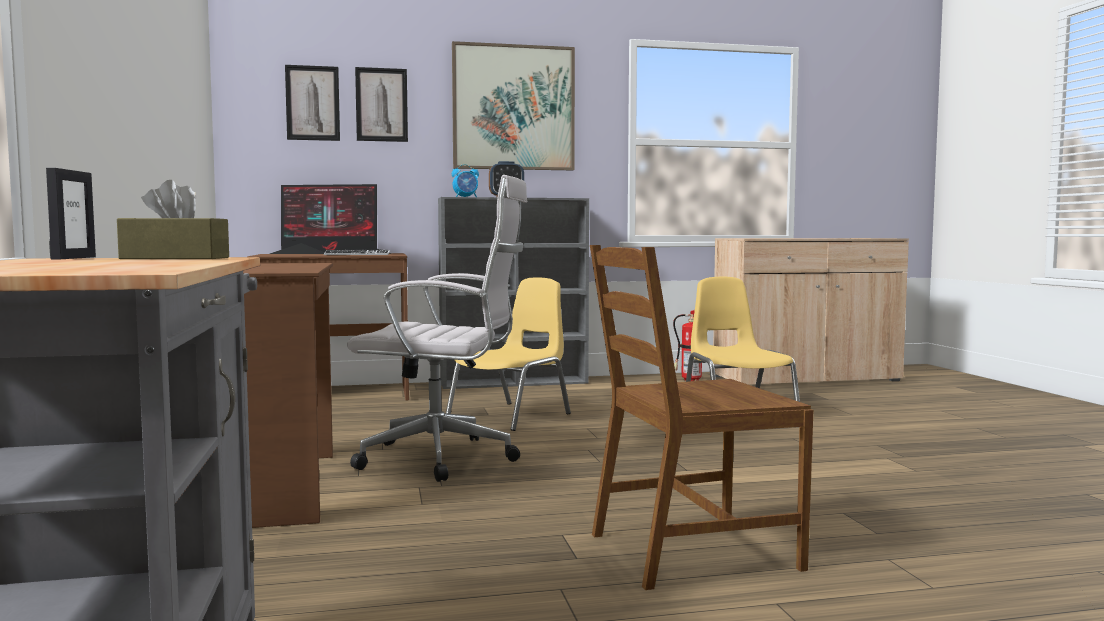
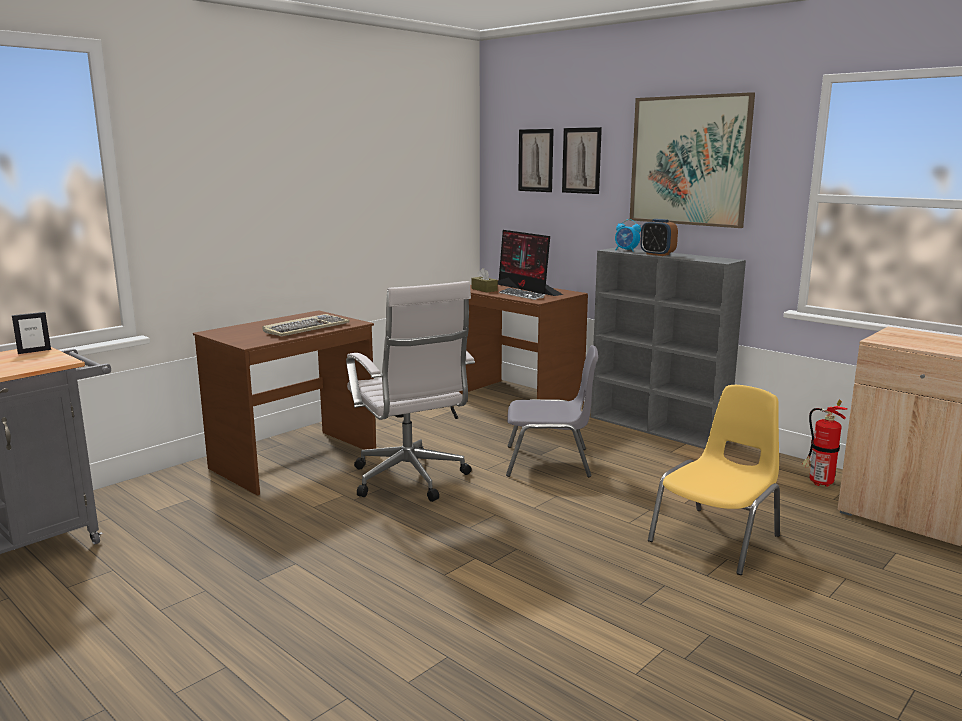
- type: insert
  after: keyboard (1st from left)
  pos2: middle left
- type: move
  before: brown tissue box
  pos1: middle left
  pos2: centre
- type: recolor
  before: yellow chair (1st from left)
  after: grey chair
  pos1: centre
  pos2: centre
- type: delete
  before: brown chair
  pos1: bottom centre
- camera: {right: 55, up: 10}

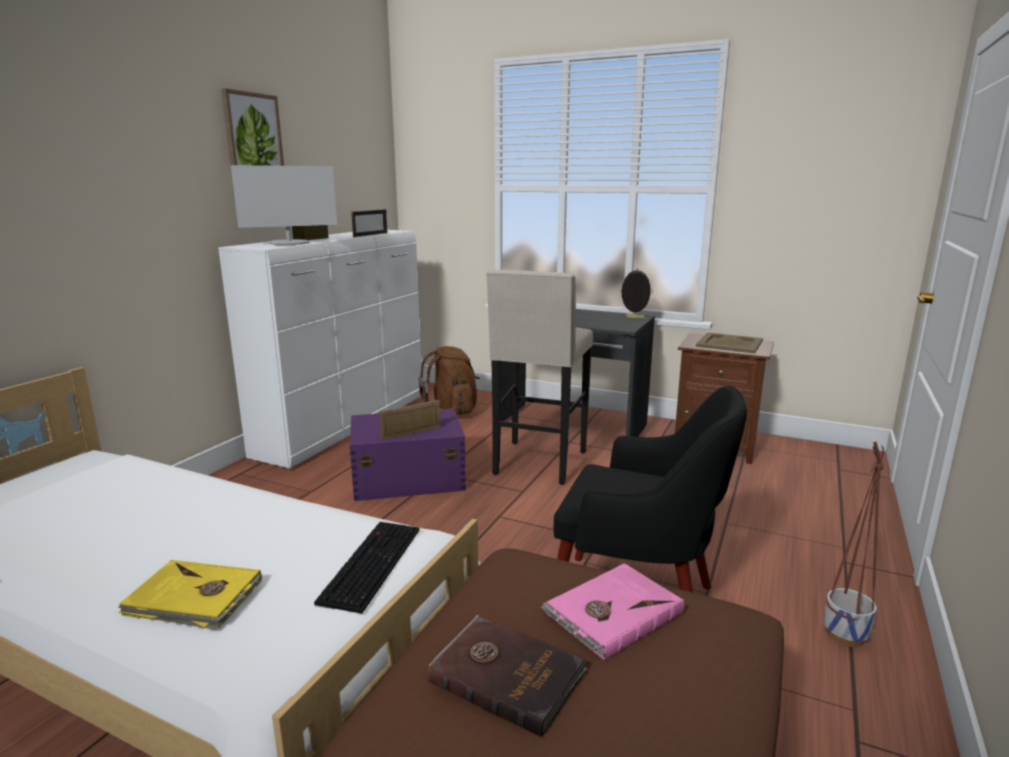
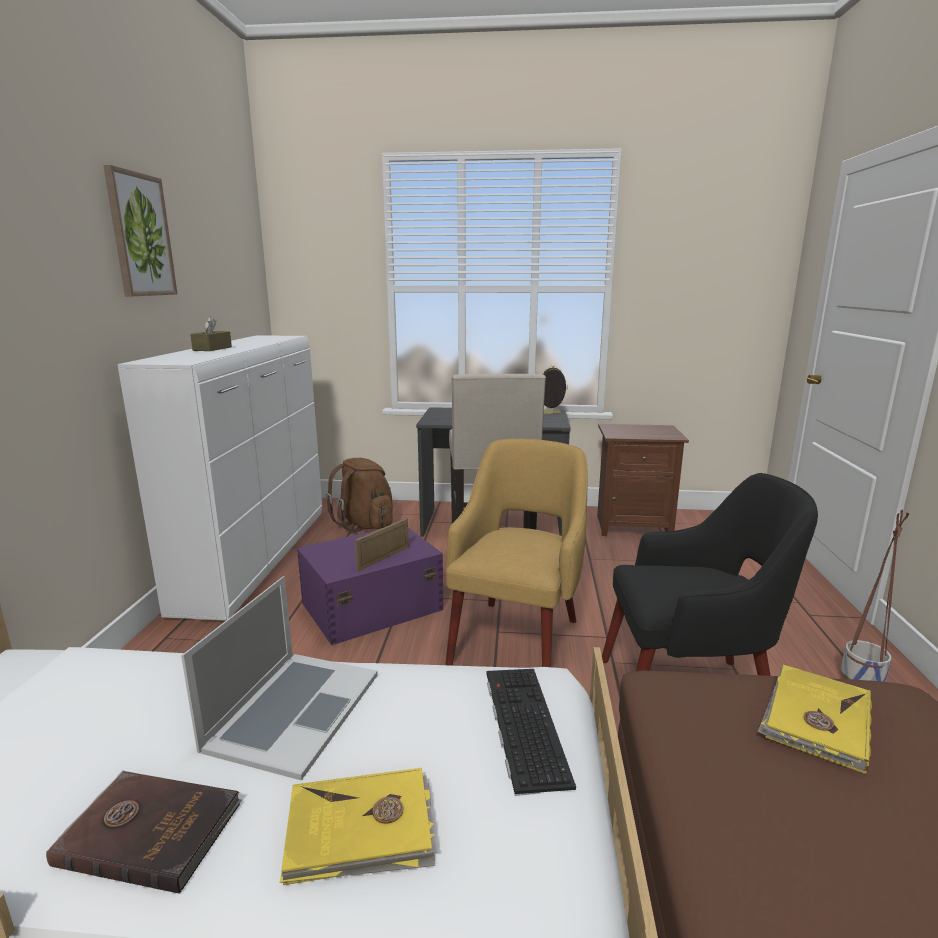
- type: move
  before: brown book
  pos1: bottom centre
  pos2: bottom left
- type: insert
  after: laptop
  pos2: bottom left
- type: insert
  after: yellow armchair
  pos2: centre
- type: recolor
  before: pink book
  after: yellow book (2nd from left)
  pos1: bottom centre
  pos2: bottom right
- type: delete
  before: monitor
  pos1: top left
- type: delete
  before: picture frame (1st from left)
  pos1: top centre
- type: delete
  before: beige tray
  pos1: middle right
- camera: {right: -20, up: 0}

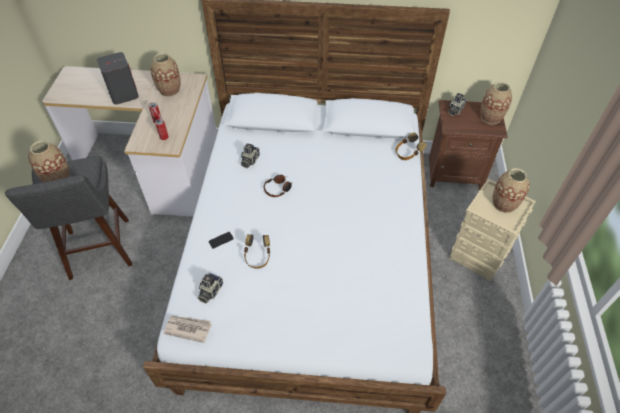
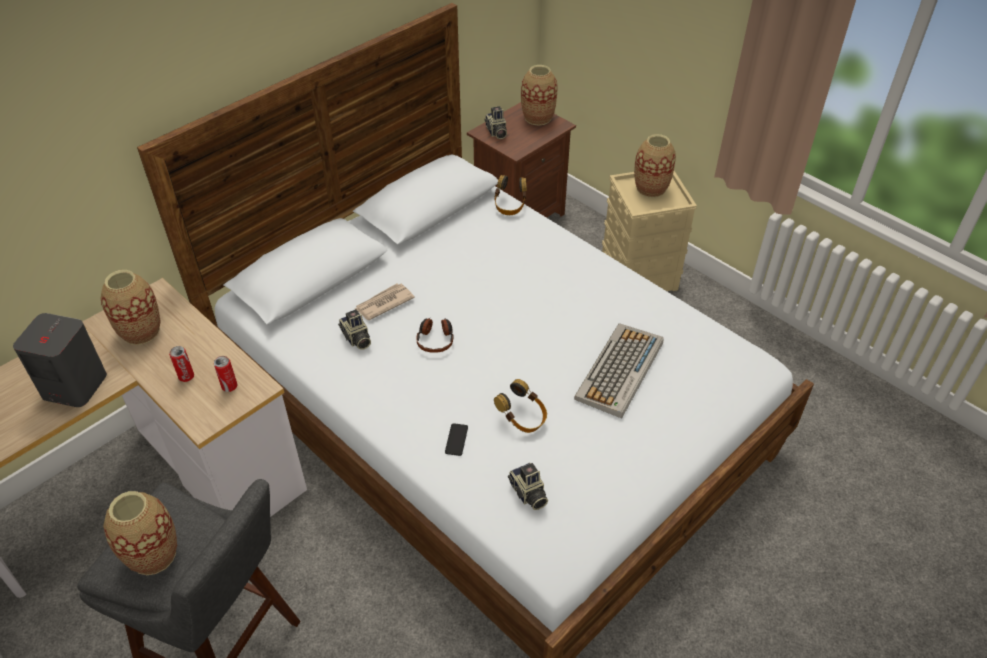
- type: move
  before: newspaper
  pos1: bottom left
  pos2: centre
- type: insert
  after: keyboard
  pos2: centre
- camera: {right: -50, up: -5}

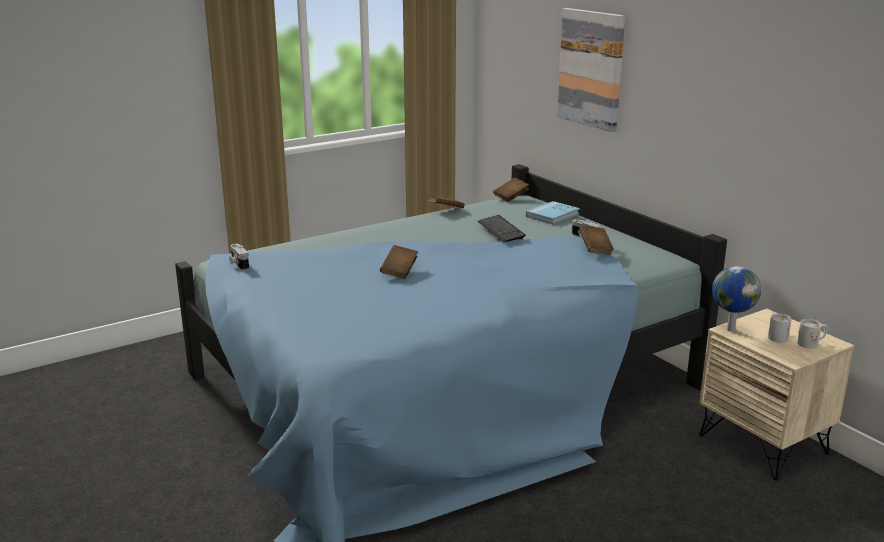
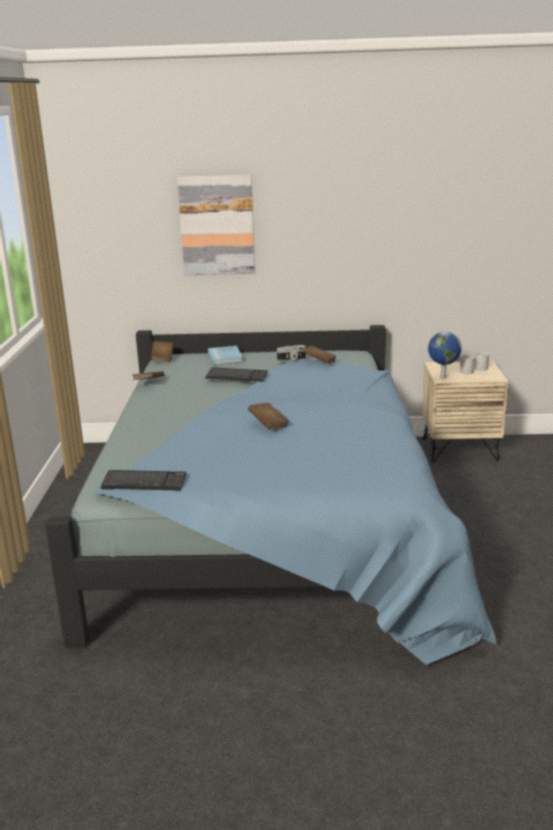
- type: replace
  before: photo camera (1st from left)
  after: keyboard (1st from left)
  pos1: middle left
  pos2: middle left
- camera: {right: -55, up: 0}

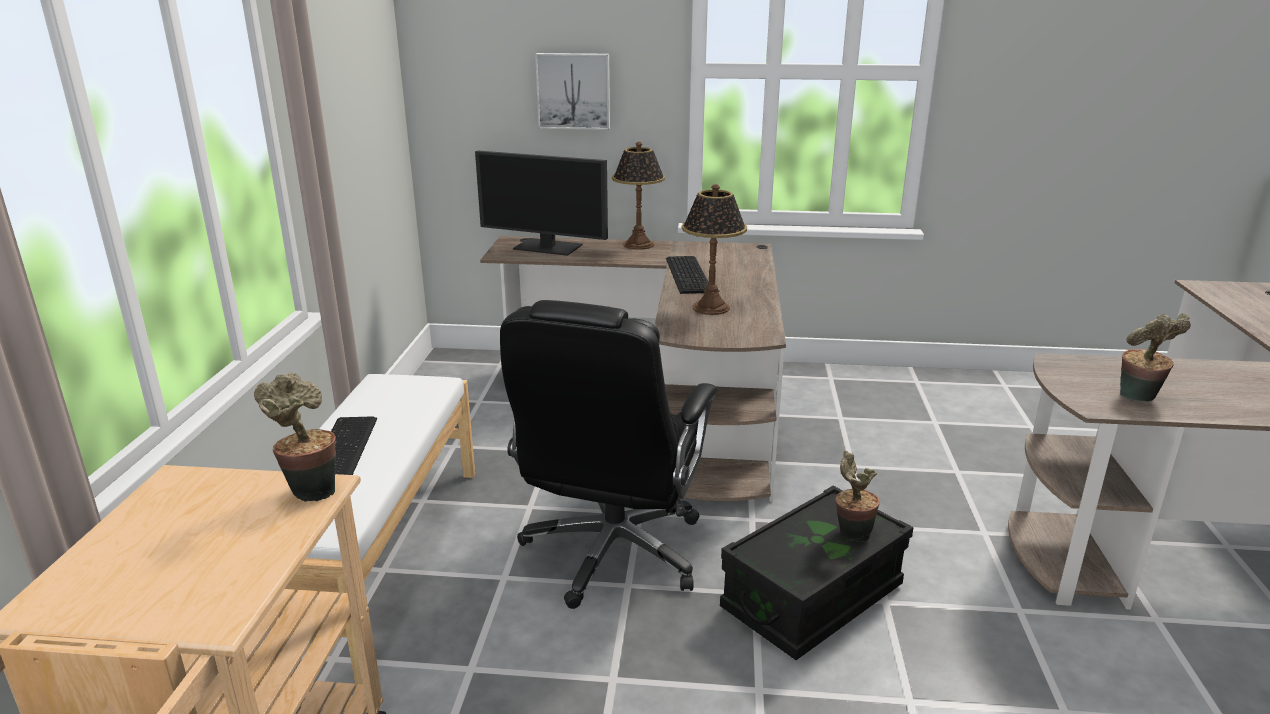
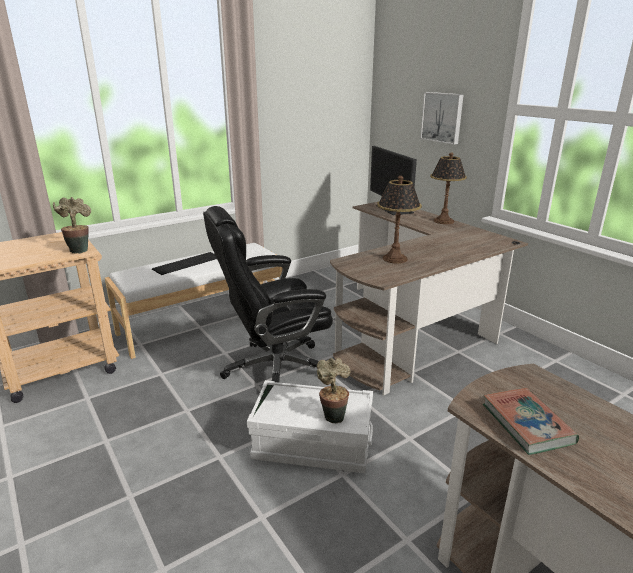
- type: recolor
  before: black storage box
  after: white storage box
  pos1: bottom centre
  pos2: bottom centre
- type: replace
  before: potted plant (3rd from left)
  after: book
  pos1: middle right
  pos2: bottom right
- type: delete
  before: keyboard (2nd from left)
  pos1: centre
- camera: {right: 50, up: 0}

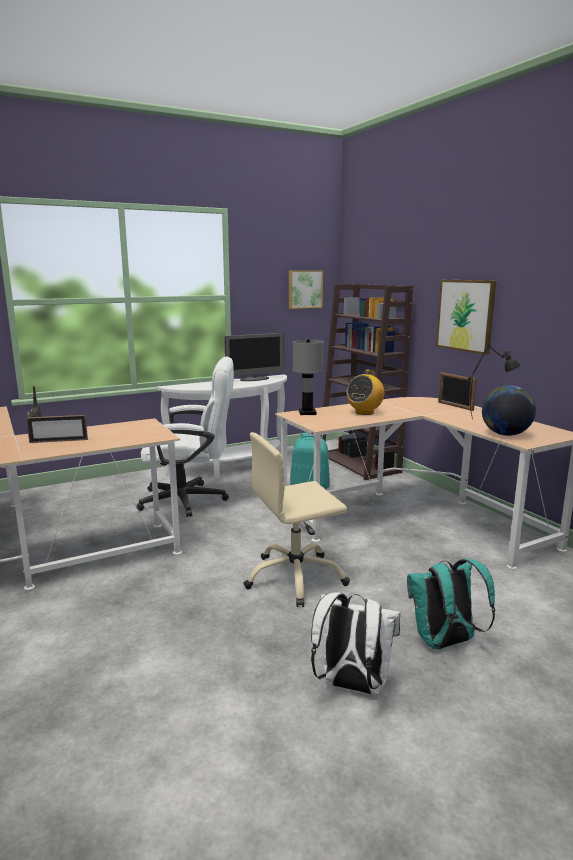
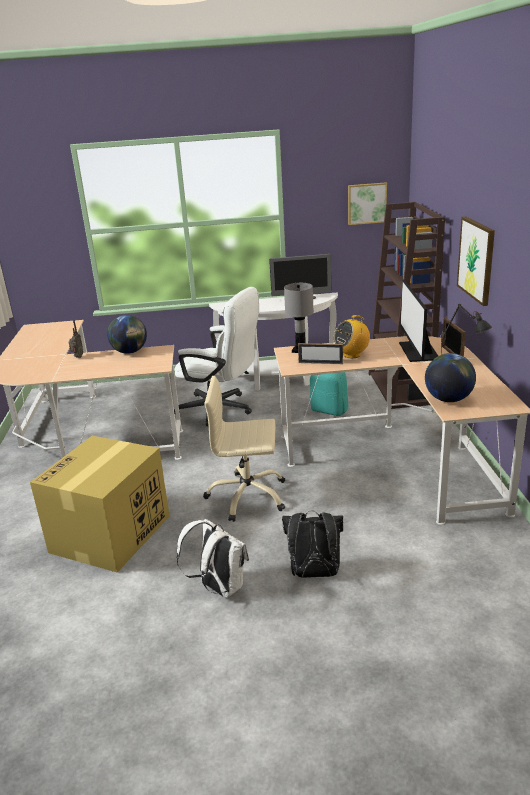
- type: insert
  after: cardboard box
  pos2: middle left
- type: insert
  after: globe (1st from left)
  pos2: middle left
- type: recolor
  before: turquoise backpack (2nd from left)
  after: black backpack
  pos1: bottom right
  pos2: bottom centre
- type: move
  before: picture frame (1st from left)
  pos1: middle left
  pos2: centre
- type: insert
  after: monitor (2nd from left)
  pos2: middle right
- camera: {right: 25, up: 10}

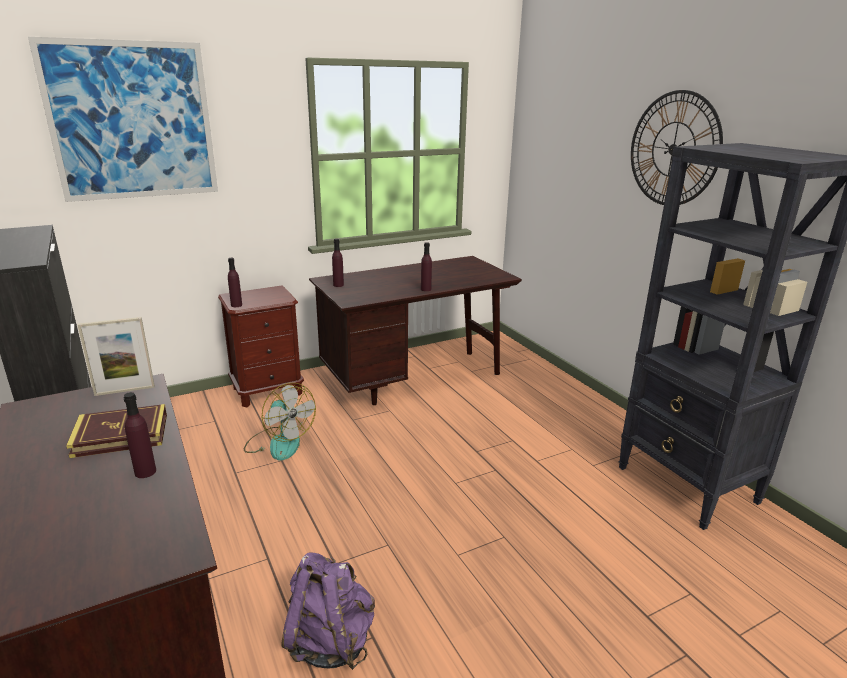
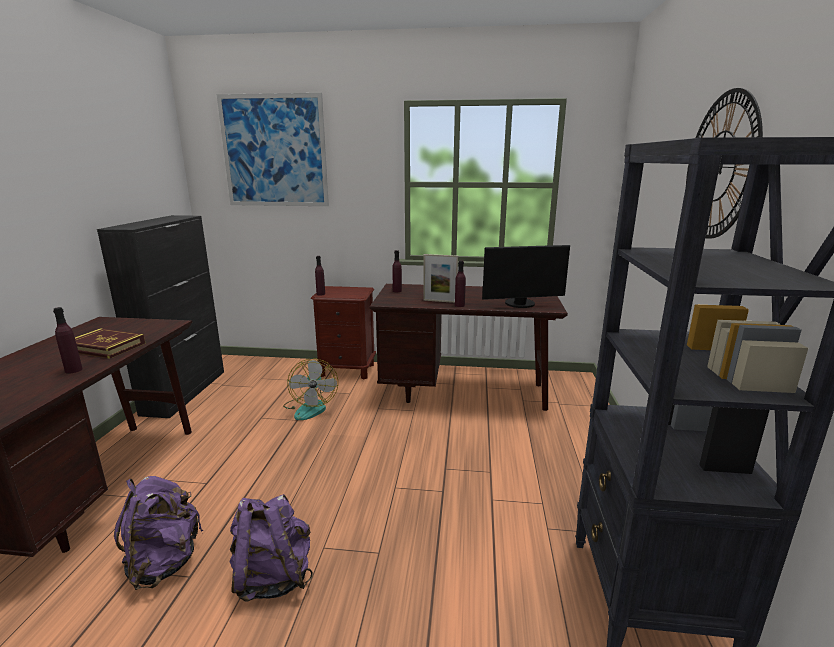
- type: insert
  after: purple backpack (2nd from left)
  pos2: bottom left
- type: move
  before: picture frame
  pos1: middle left
  pos2: centre
- type: insert
  after: monitor
  pos2: centre
- camera: {right: 35, up: -5}

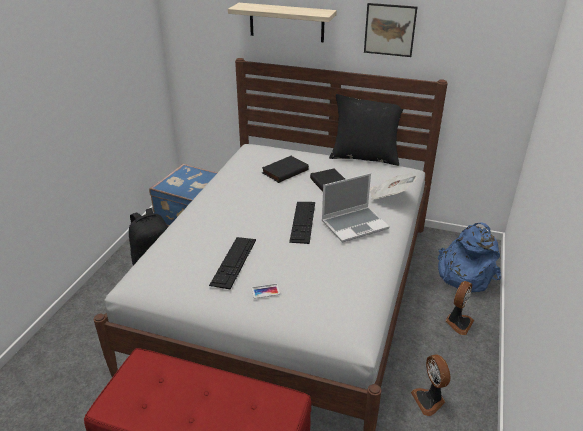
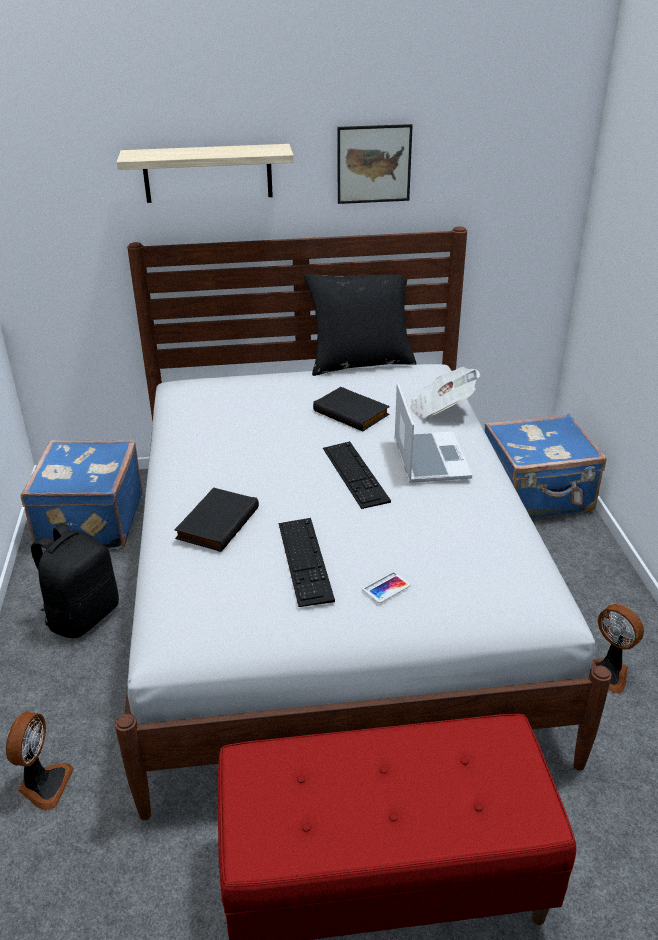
- type: move
  before: fan (2nd from left in the first image)
  after: fan (1st from left)
  pos1: bottom right
  pos2: bottom left
- type: move
  before: black book (1st from left)
  pos1: centre
  pos2: middle left
- type: rotate
  before: laptop
  pos1: centre
  pos2: centre
  turn: -45
- type: replace
  before: blue backpack
  after: blue suitcase (2nd from left)
  pos1: middle right
  pos2: middle right
- camera: {right: -25, up: 0}

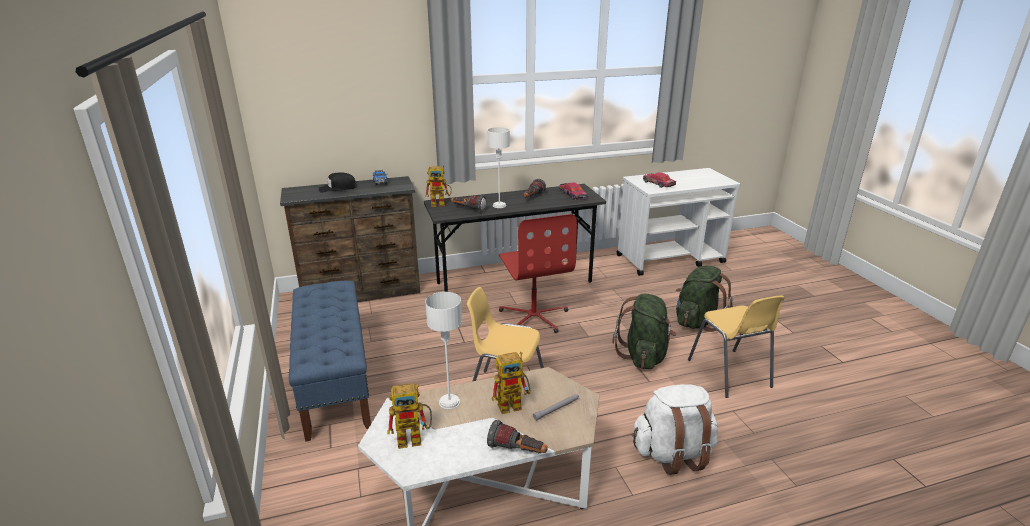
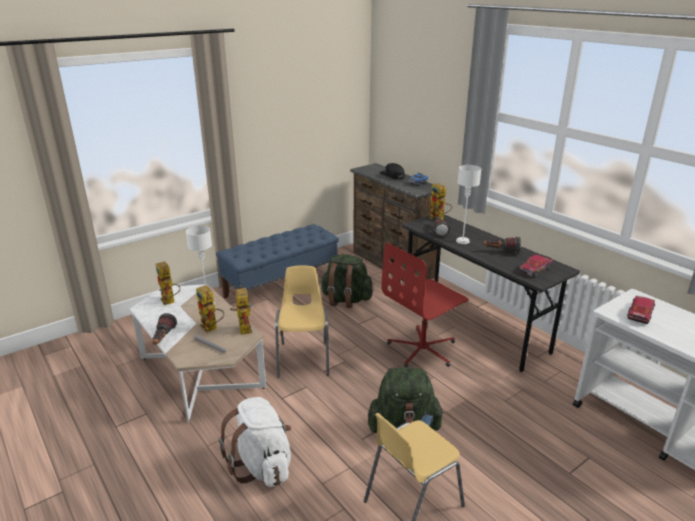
- type: insert
  after: toy robot (3rd from left)
  pos2: centre
- type: move
  before: green backpack (2nd from left in the first image)
  after: green backpack (1st from left)
  pos1: middle right
  pos2: centre
- camera: {right: 70, up: 0}

